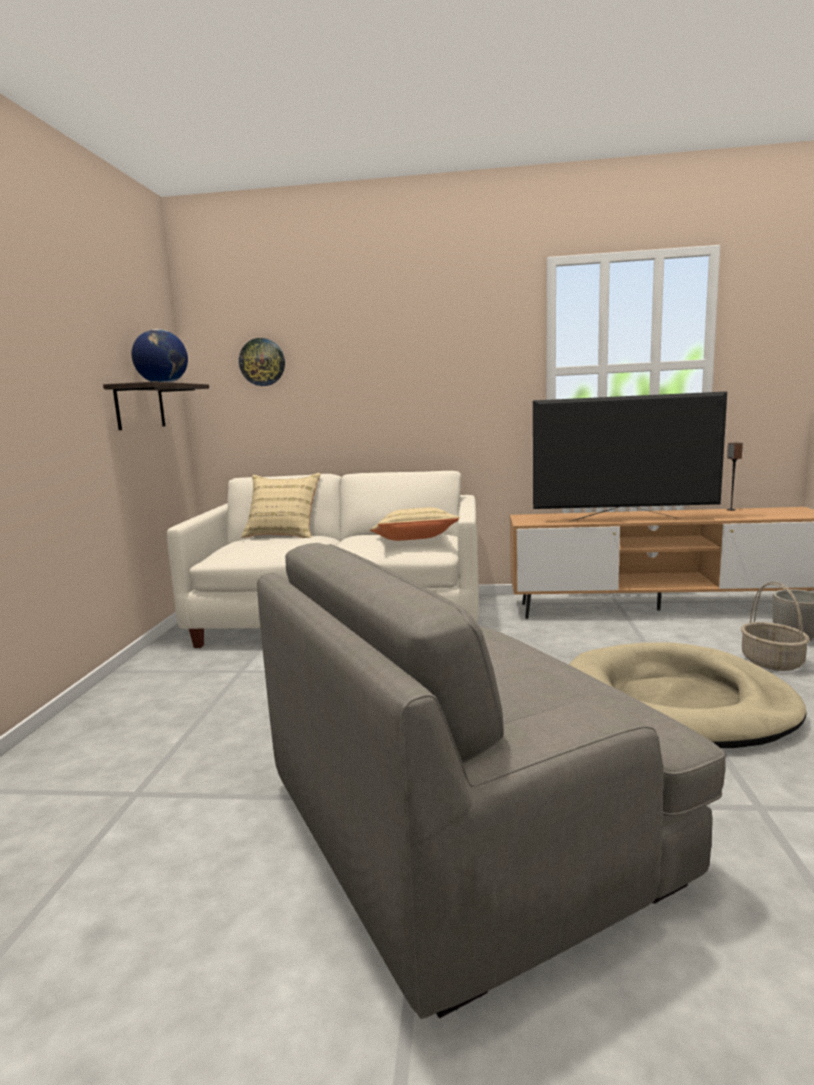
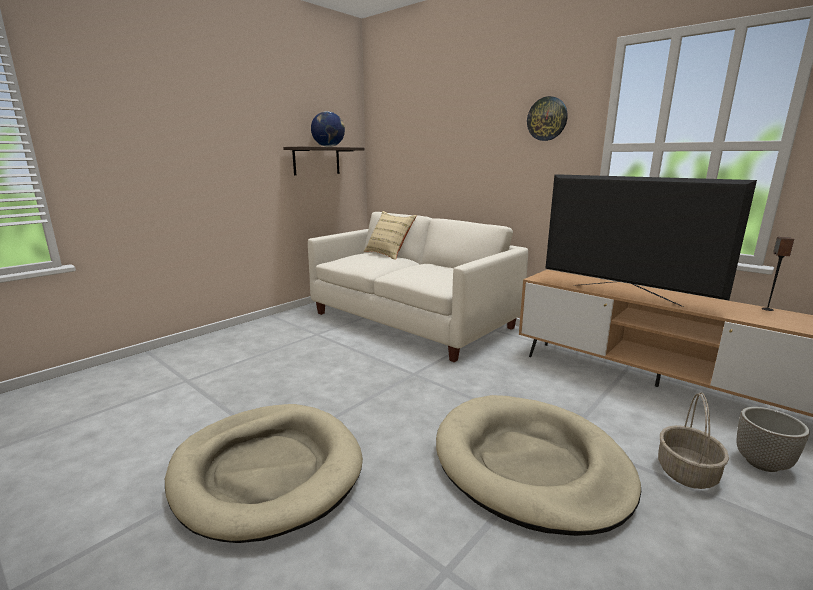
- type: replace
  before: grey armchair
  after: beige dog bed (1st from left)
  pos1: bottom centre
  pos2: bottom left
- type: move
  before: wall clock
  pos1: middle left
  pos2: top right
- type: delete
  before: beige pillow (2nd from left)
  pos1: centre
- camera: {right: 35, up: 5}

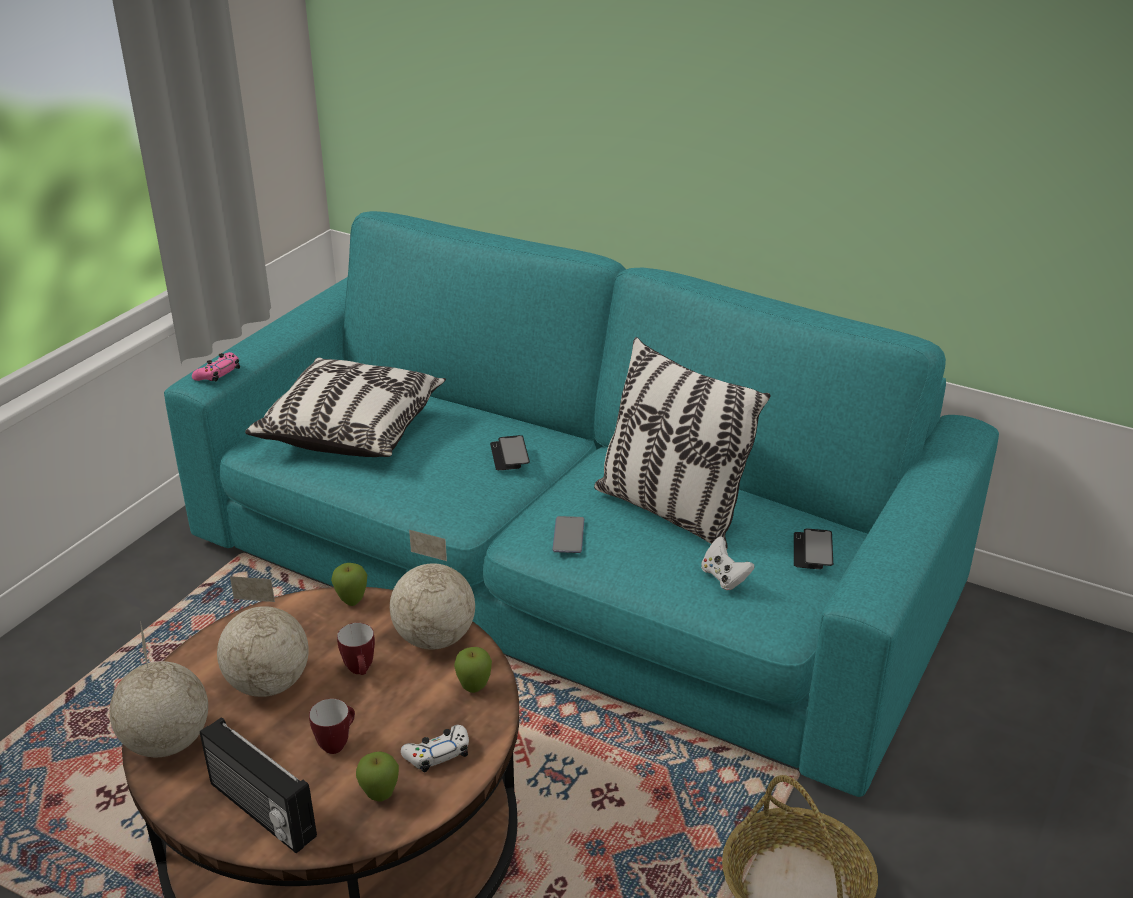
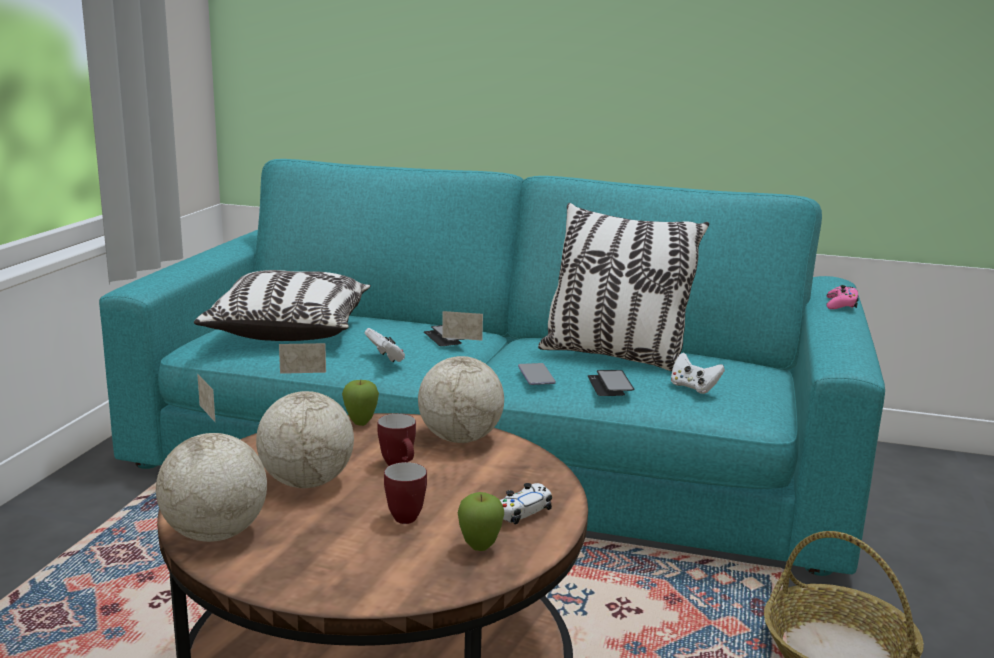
- type: insert
  after: white game controller (1st from left)
  pos2: centre
- type: move
  before: phone (3rd from left)
  pos1: middle right
  pos2: centre
- type: move
  before: pink game controller
  pos1: middle left
  pos2: middle right
- type: delete
  before: radio
  pos1: bottom left
- type: delete
  before: apple (3rd from left)
  pos1: bottom centre
- camera: {right: -15, up: -15}

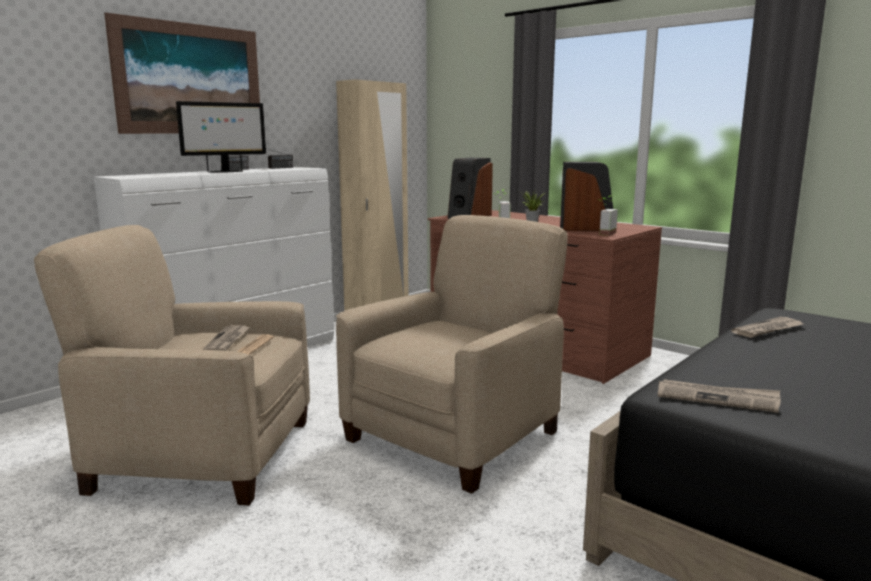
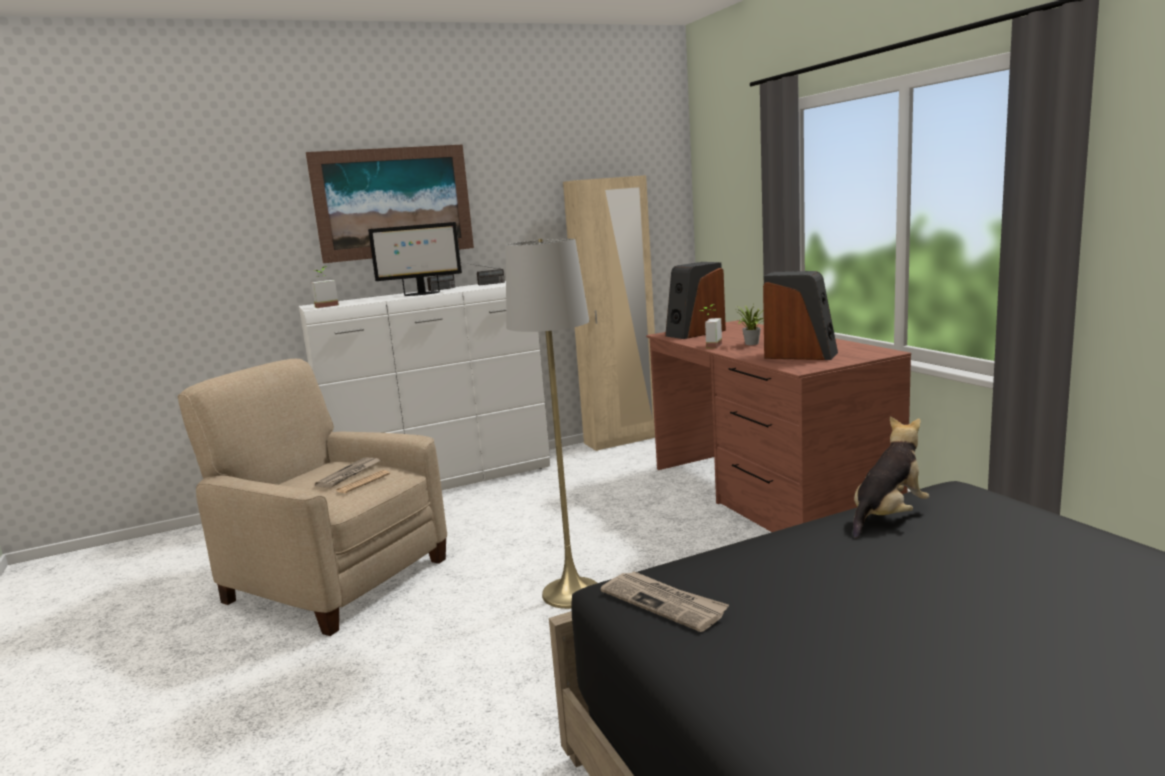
- type: move
  before: potted plant (3rd from left in the first image)
  after: potted plant (1st from left)
  pos1: middle right
  pos2: middle left
- type: replace
  before: beige armchair (2nd from left)
  after: grey floor lamp
  pos1: centre
  pos2: centre
- type: replace
  before: newspaper (4th from left)
  after: plush toy
  pos1: middle right
  pos2: middle right
- camera: {right: 25, up: 0}

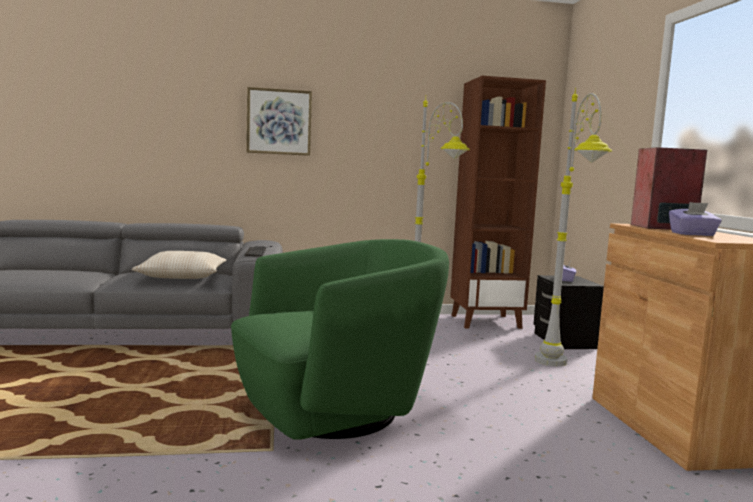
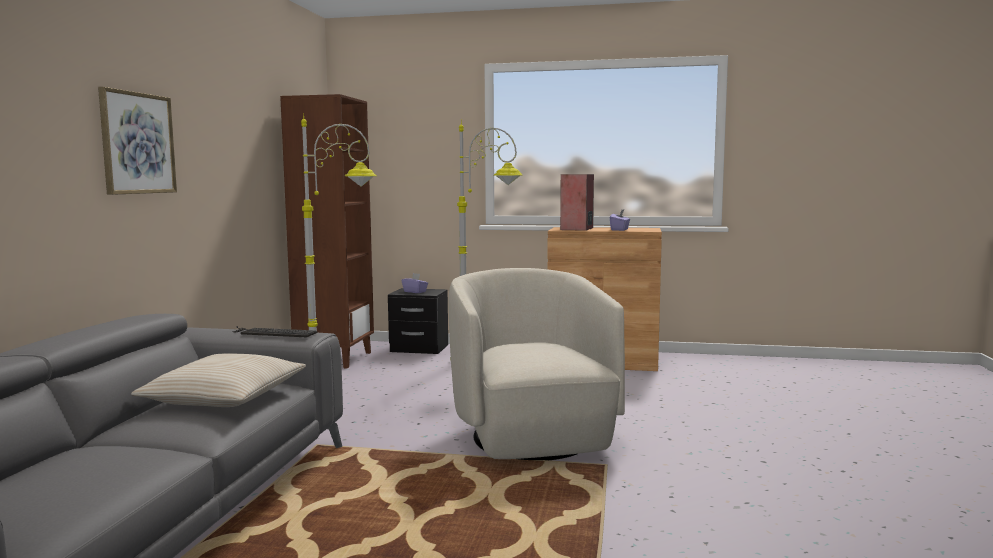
- type: recolor
  before: green armchair
  after: beige armchair
  pos1: bottom centre
  pos2: centre
- camera: {right: -70, up: 0}

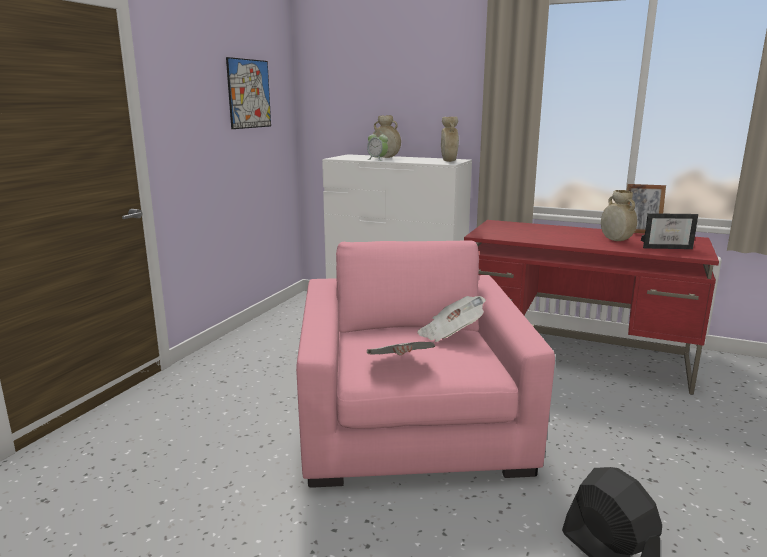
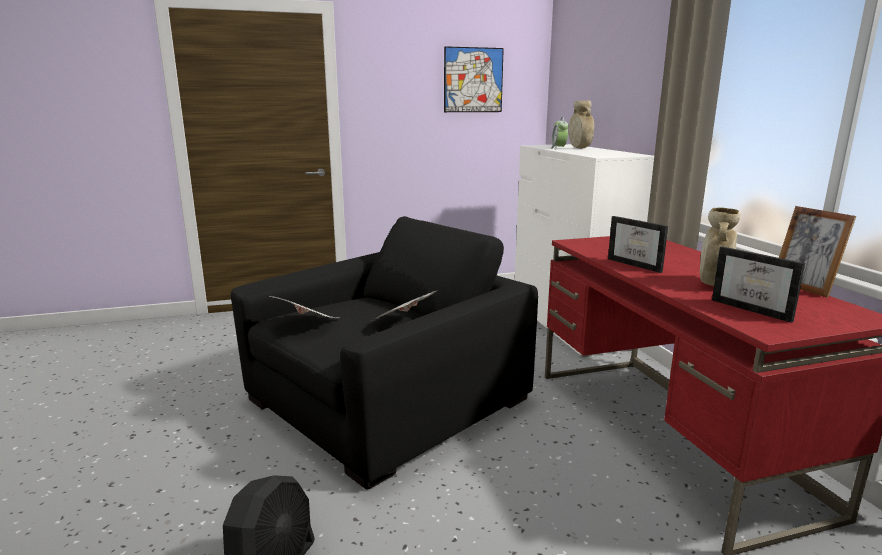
- type: recolor
  before: pink armchair
  after: black armchair
  pos1: centre
  pos2: centre
- type: insert
  after: picture frame (1st from left)
  pos2: middle right
- type: delete
  before: beige vase (2nd from left)
  pos1: top centre
- camera: {right: 50, up: 0}

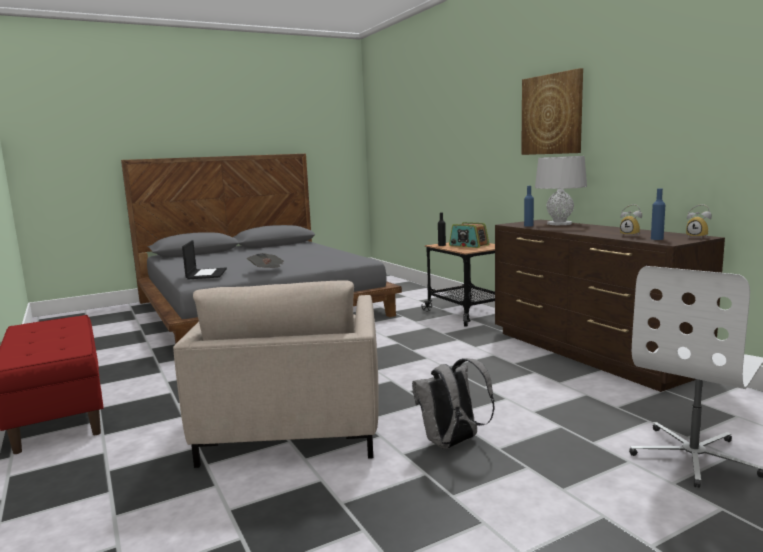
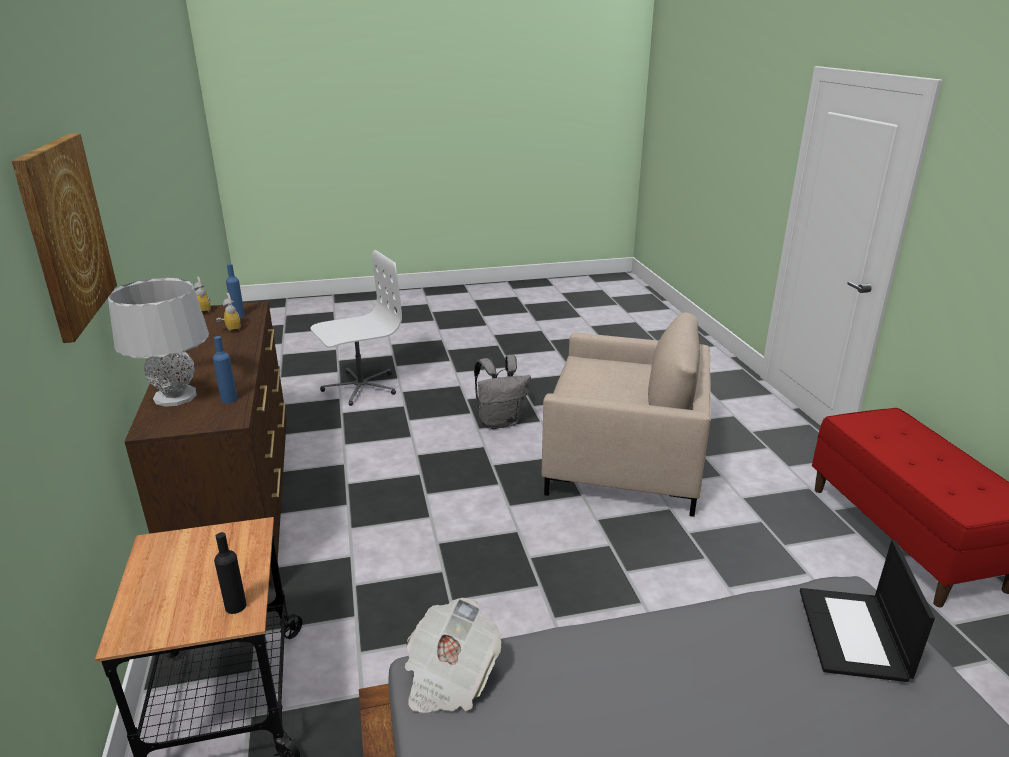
- type: move
  before: newspaper
  pos1: centre
  pos2: bottom centre
- type: rotate
  before: beige armchair
  pos1: bottom centre
  pos2: centre
  turn: 90
- type: delete
  before: radio
  pos1: centre
- camera: {right: -165, up: 15}

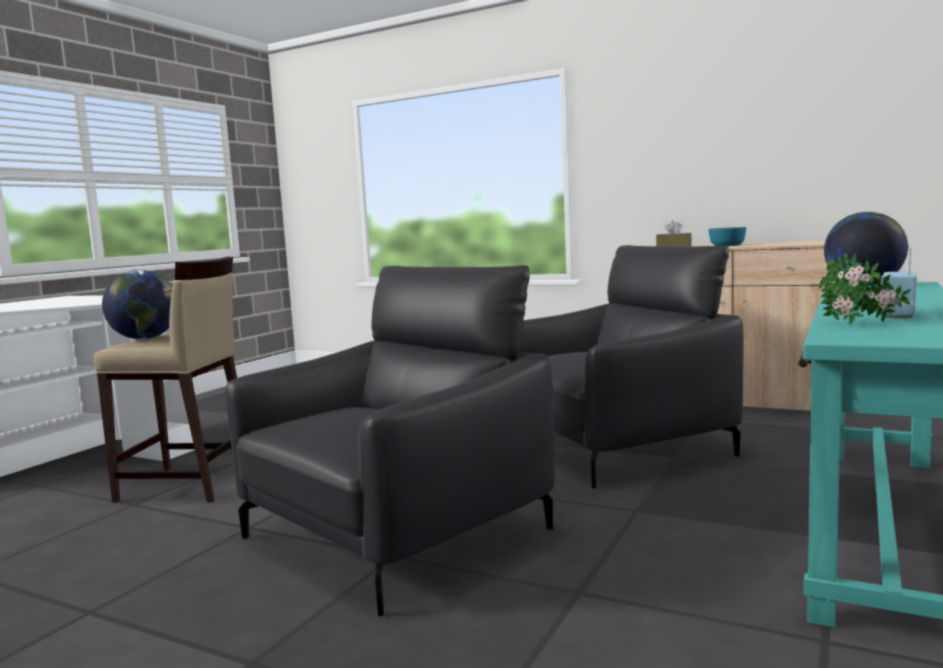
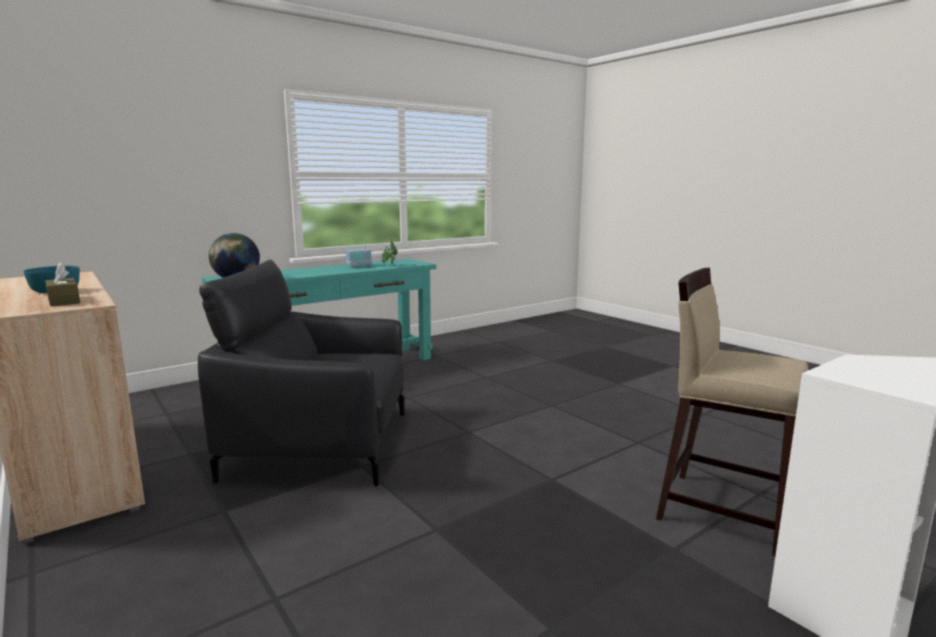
- type: delete
  before: globe (1st from left)
  pos1: middle left
- type: delete
  before: black armchair (1st from left)
  pos1: centre
- camera: {right: -155, up: 5}

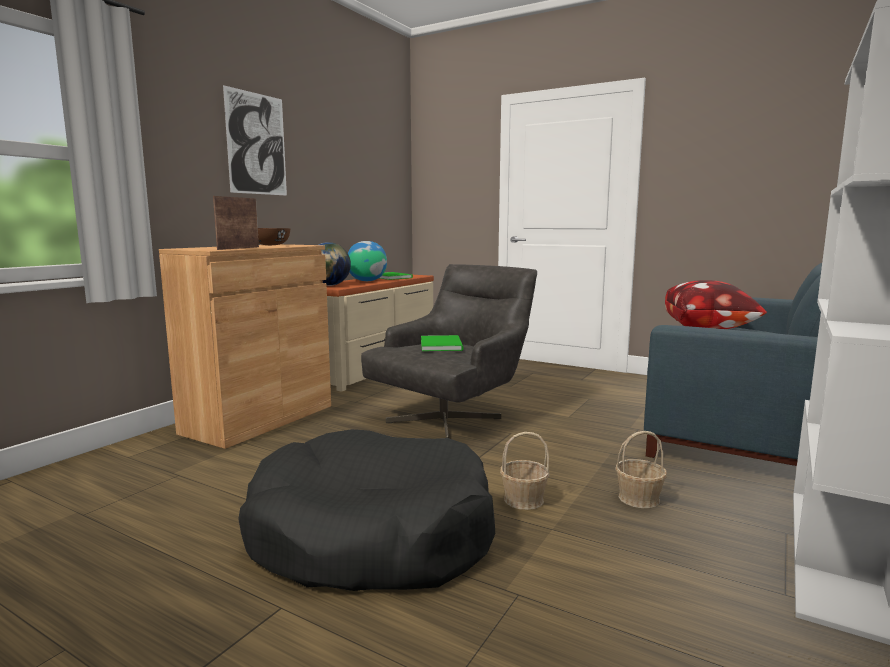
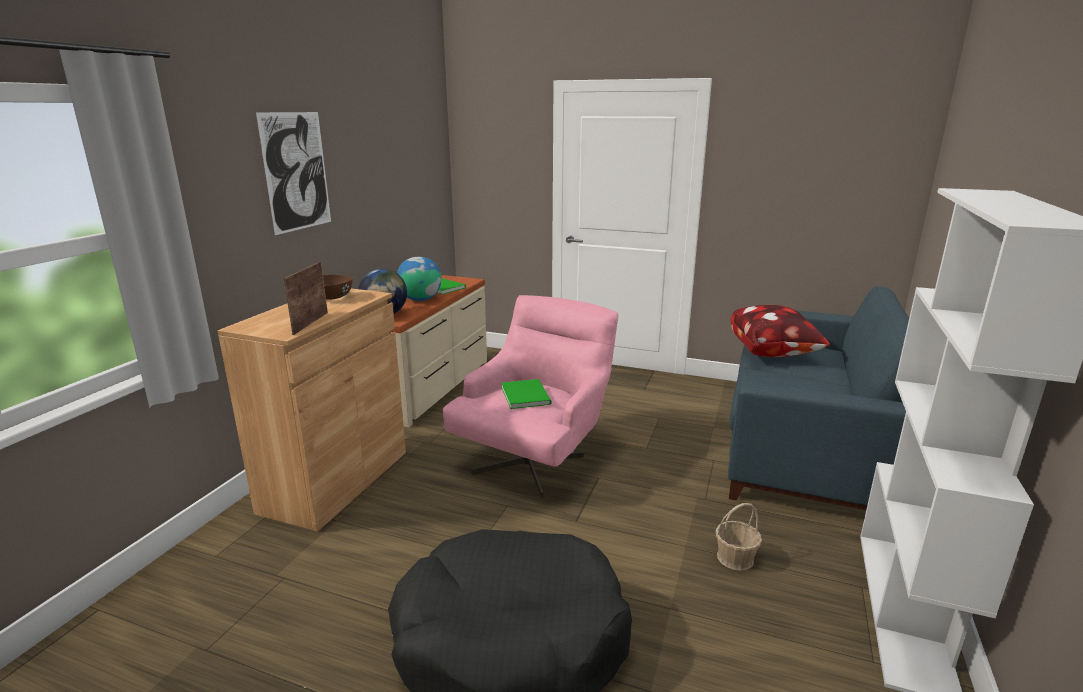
- type: recolor
  before: grey armchair
  after: pink armchair
  pos1: centre
  pos2: centre
- type: delete
  before: basket (1st from left)
  pos1: bottom centre
- camera: {right: -10, up: 10}

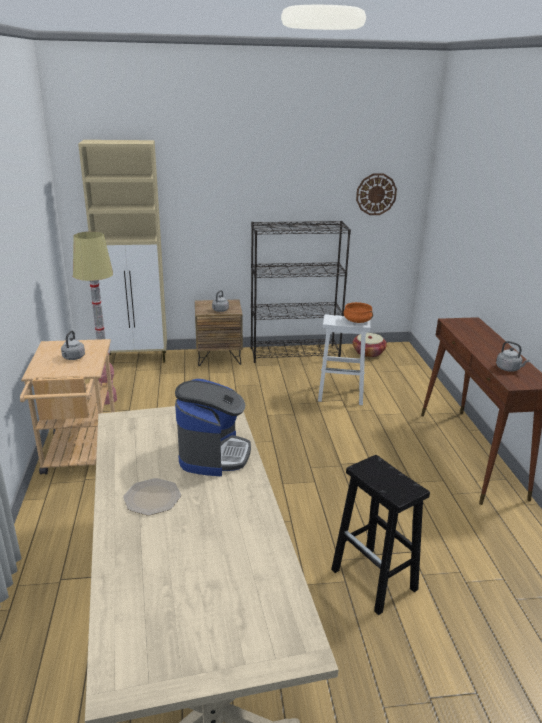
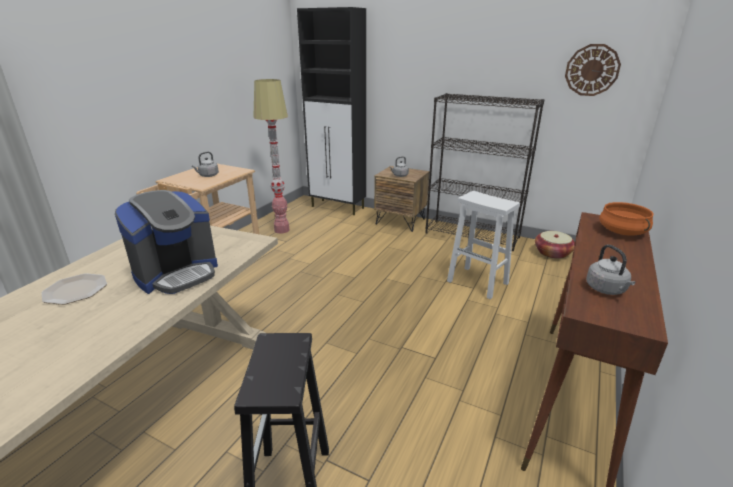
- type: recolor
  before: beige cabinet
  after: black cabinet
  pos1: middle left
  pos2: top centre
- type: move
  before: orange cooking pot
  pos1: centre
  pos2: middle right
- camera: {right: 35, up: 0}

